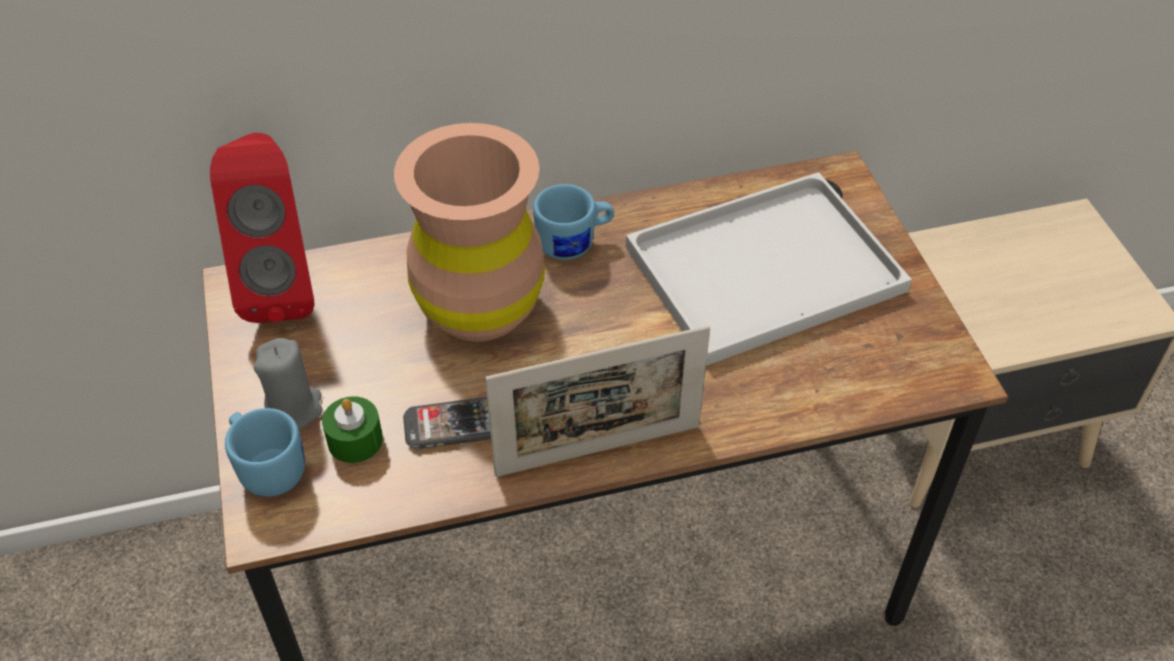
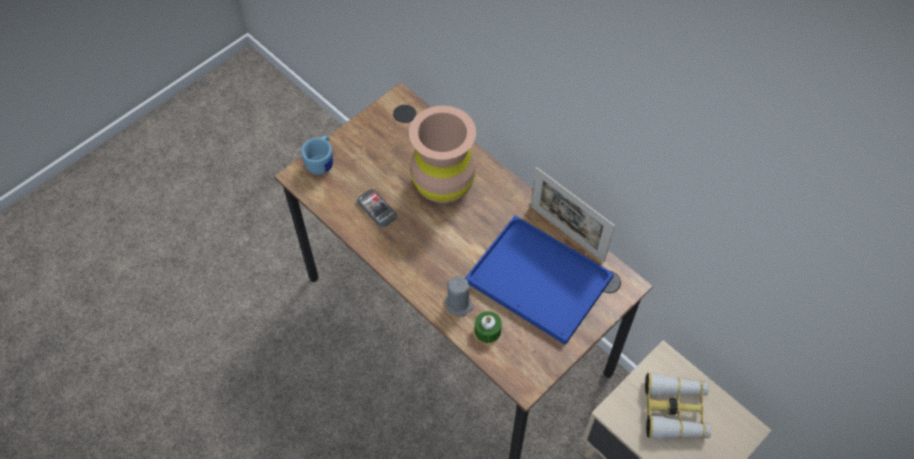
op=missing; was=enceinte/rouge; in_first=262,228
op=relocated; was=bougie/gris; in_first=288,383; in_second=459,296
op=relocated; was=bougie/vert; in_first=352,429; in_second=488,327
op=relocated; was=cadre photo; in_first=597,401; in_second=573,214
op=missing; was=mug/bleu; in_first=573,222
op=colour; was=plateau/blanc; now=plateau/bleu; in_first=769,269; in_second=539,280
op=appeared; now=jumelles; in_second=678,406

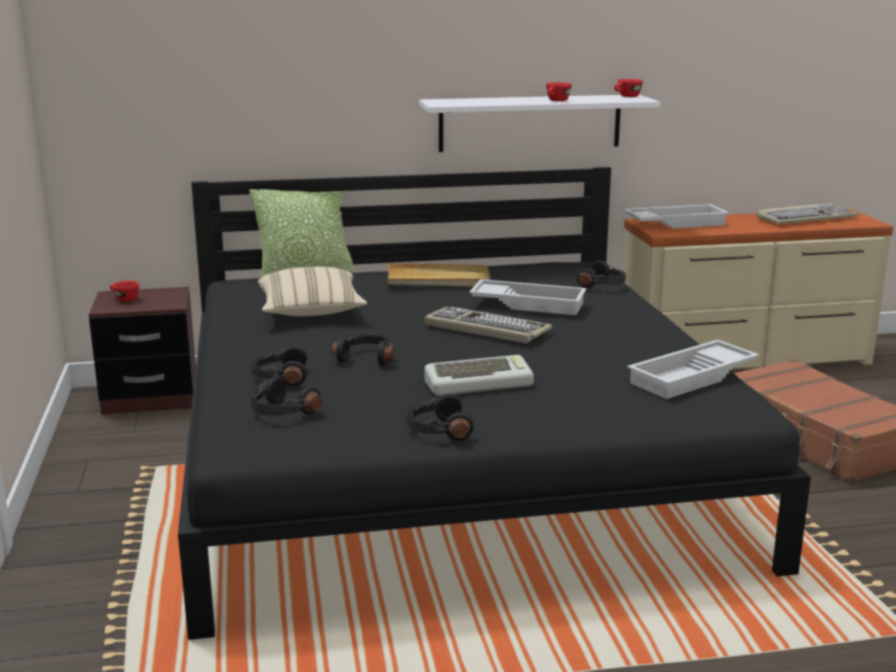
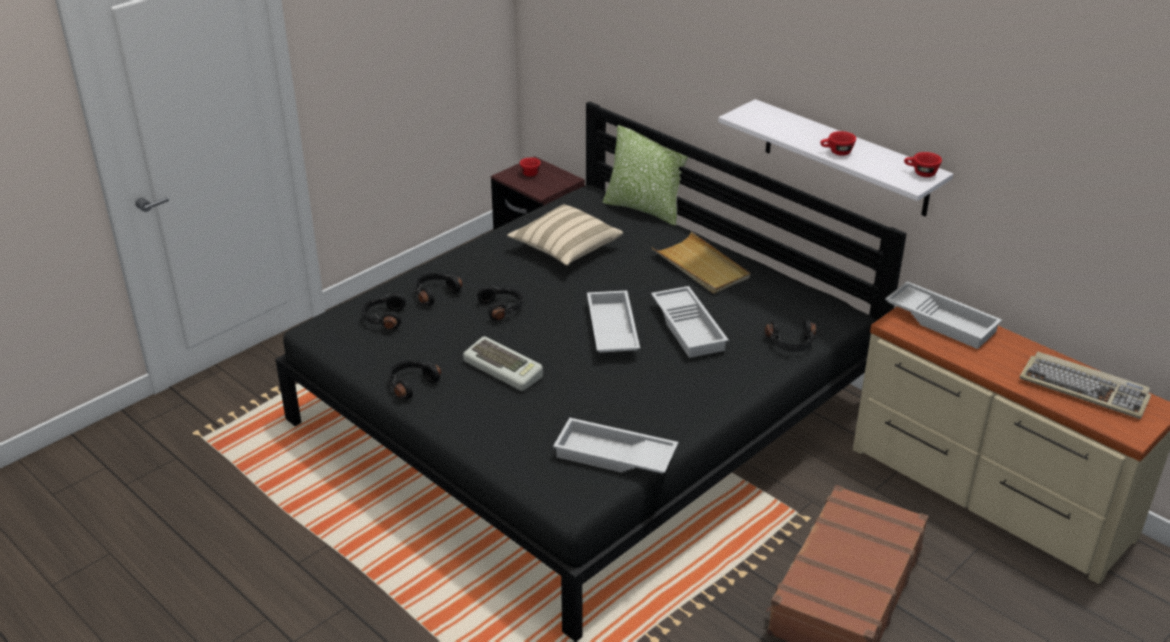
op=exchanged; was=clavier; now=plateau/blanc; in_first=488,325; in_second=613,321

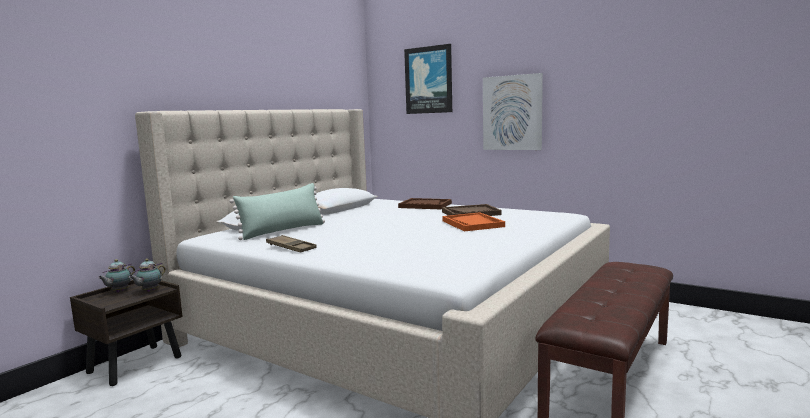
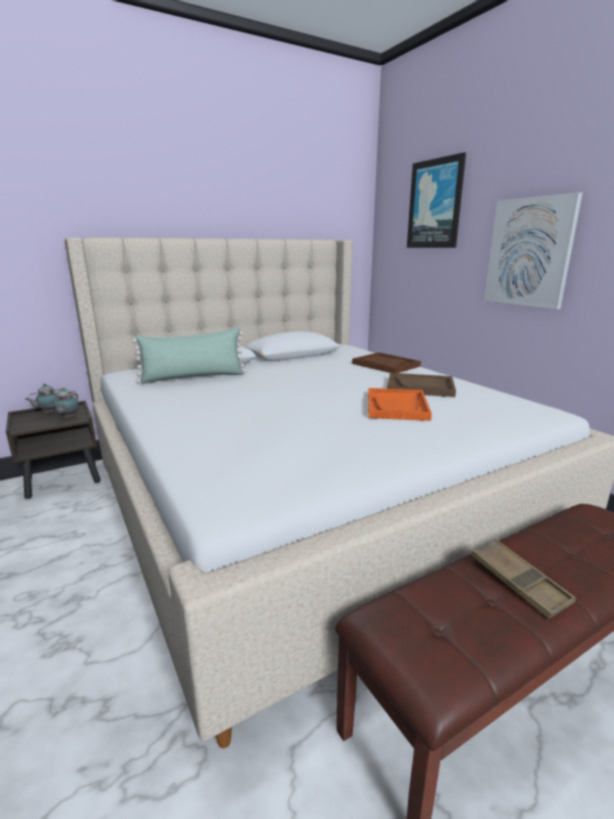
op=spun; was=théière; in_first=147,275; in_second=65,403; clockwise=-45
op=relocated; was=plateau/marron; in_first=291,243; in_second=523,579

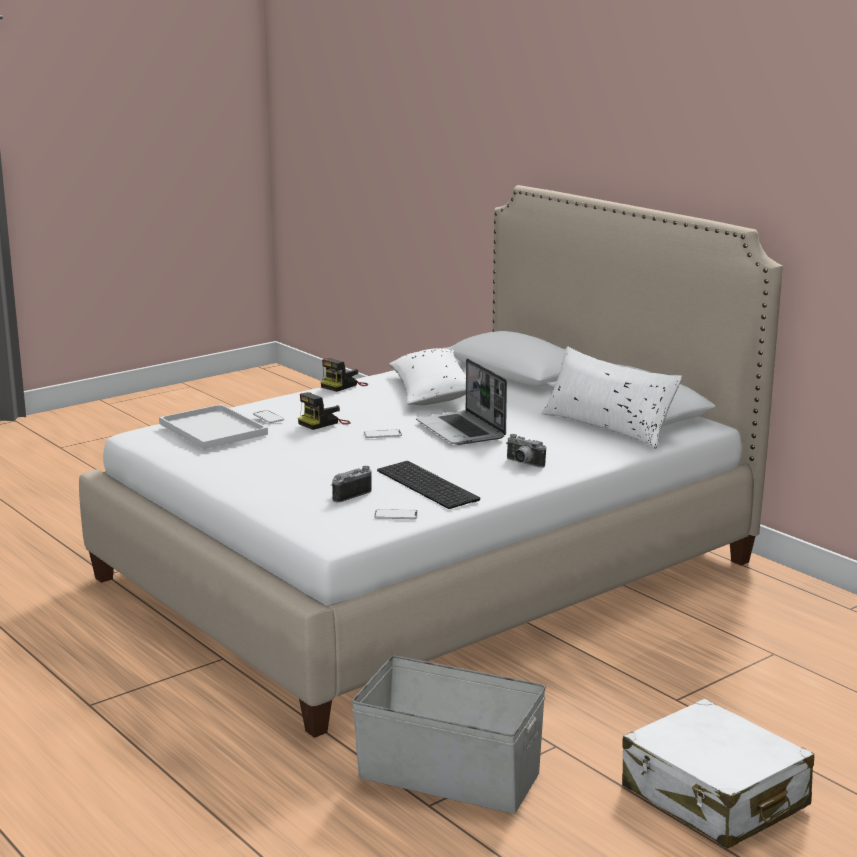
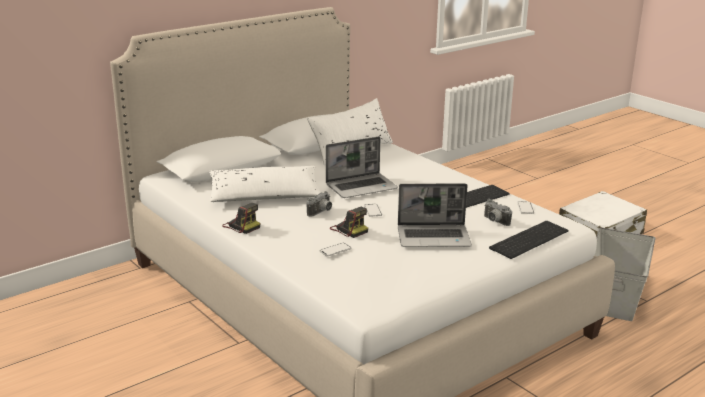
op=missing; was=plateau/blanc; in_first=213,426
op=relocated; was=appareil photo; in_first=526,450; in_second=319,204
op=appeared; now=ordinateur portable; in_second=435,215
op=appeared; now=clavier; in_second=528,240

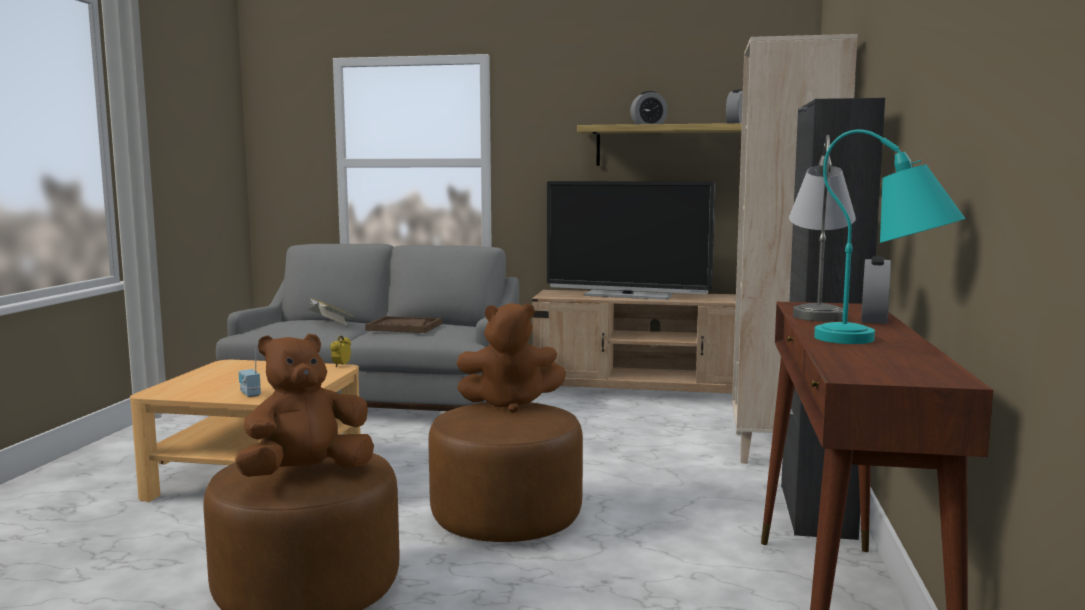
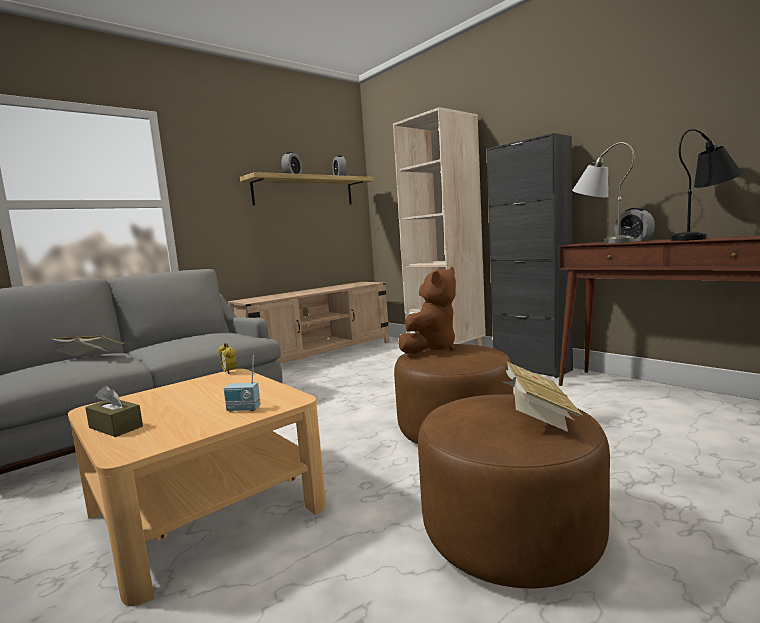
op=exchanged; was=peluche/marron; now=livre; in_first=304,405; in_second=542,397
op=missing; was=plateau/marron; in_first=403,324
op=missing; was=téléviseur; in_first=630,240
op=colour; was=lampe de table/turquoise; now=lampe de table/noir; in_first=890,236; in_second=706,185
op=appeared; now=boîte à mouchoirs/marron; in_second=114,411

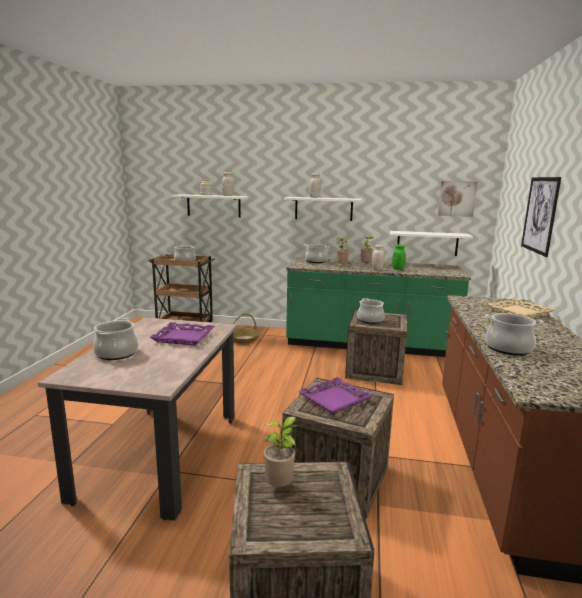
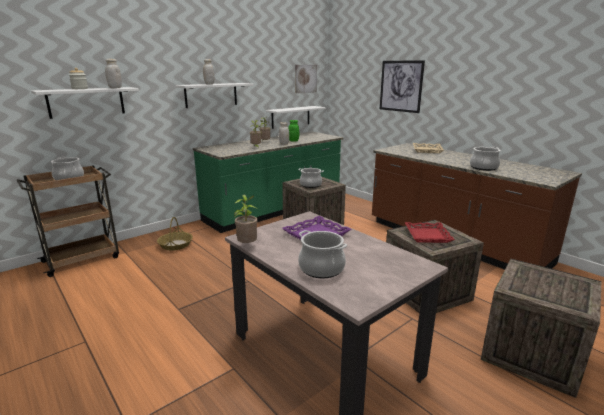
op=relocated; was=plante en pot; in_first=280,451; in_second=246,219
op=colour; was=plateau/violet; now=plateau/rouge; in_first=335,395; in_second=430,232
op=missing; was=marmite; in_first=316,254

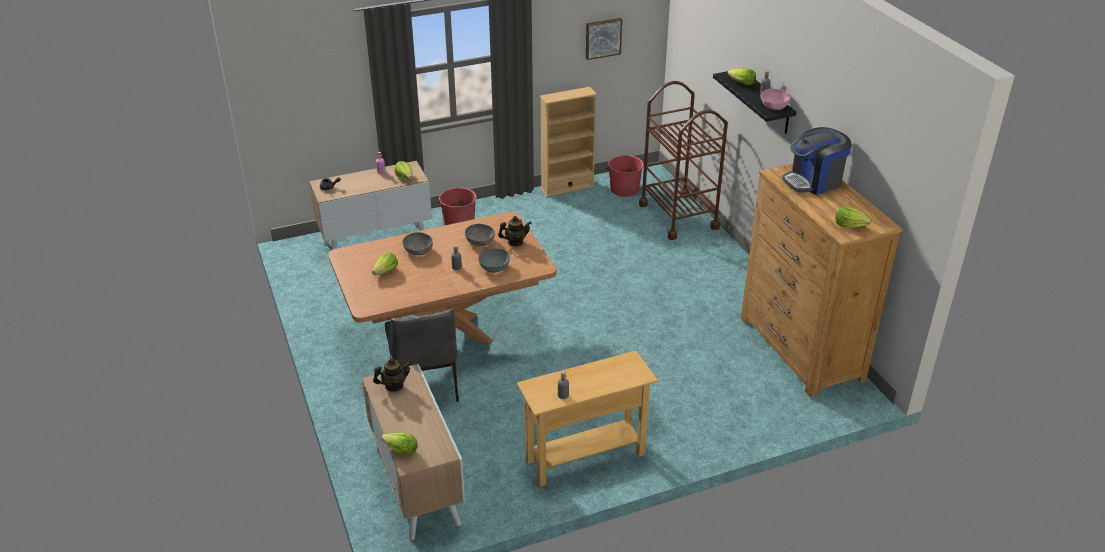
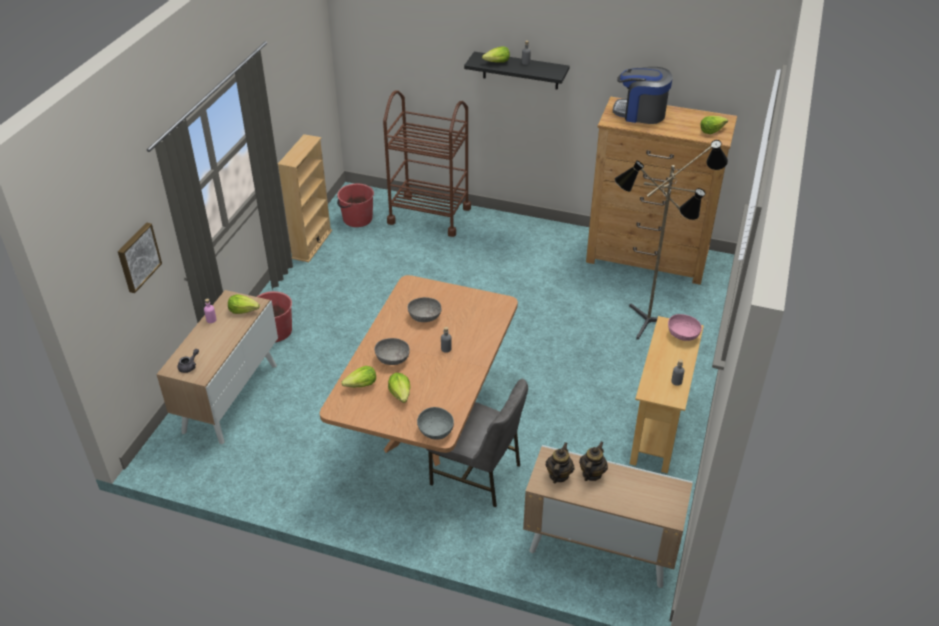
op=relocated; was=laitue; in_first=399,444; in_second=358,377
op=relocated; was=bol/gris; in_first=494,260; in_second=435,423
op=relocated; was=théière; in_first=515,231; in_second=593,461
op=relocated; was=tableau; in_first=604,39; in_second=140,258
op=relocated; was=bol/rose; in_first=776,99; in_second=685,327
op=spun; was=machine à café; in_first=817,161; in_second=643,95; clockwise=90
op=appeared; now=lampadaire; in_second=671,240

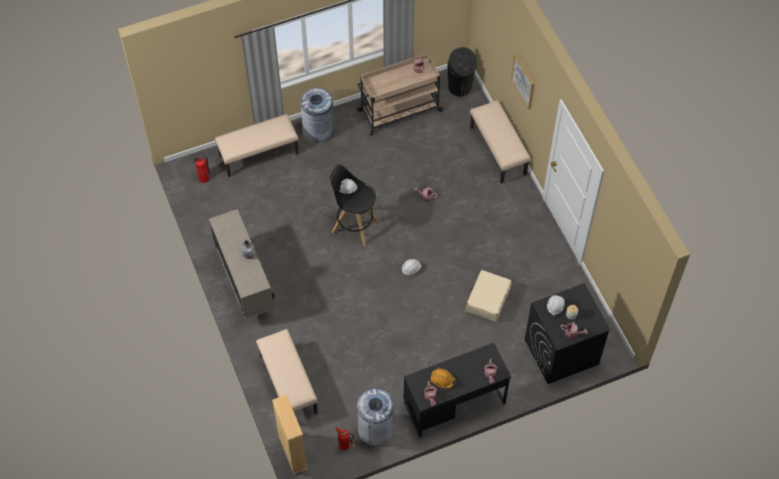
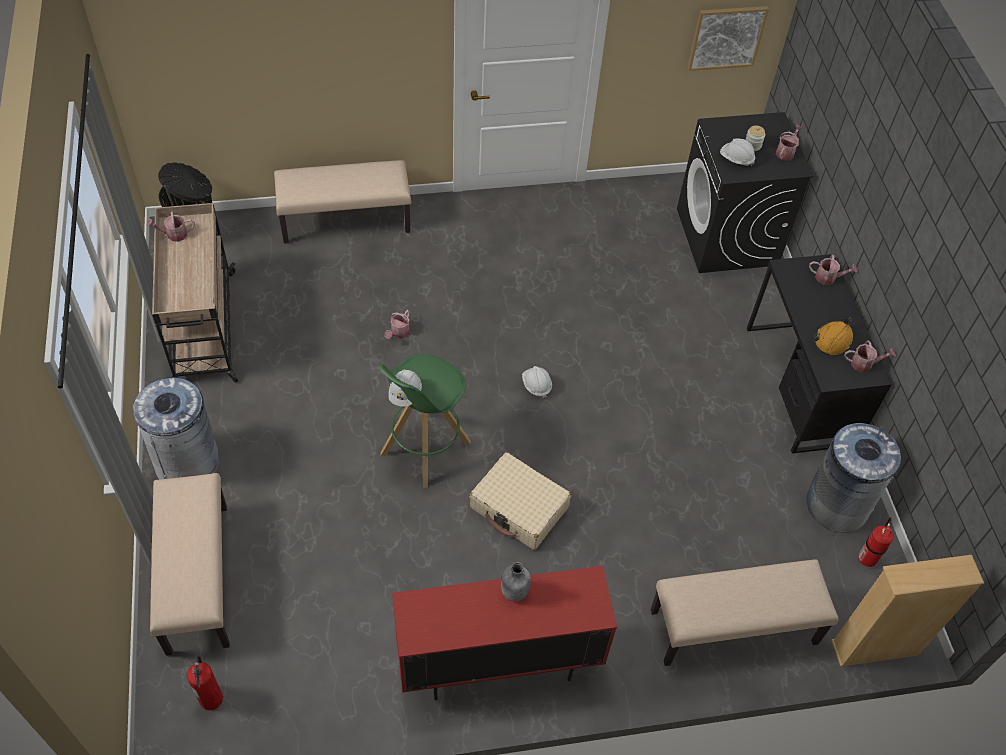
op=colour; was=meuble de rangement/beige; now=meuble de rangement/rouge; in_first=242,264; in_second=504,633
op=colour; was=tabouret/noir; now=tabouret/vert; in_first=354,205; in_second=425,421
op=relocated; was=valise/beige; in_first=489,296; in_second=520,501
op=relocated; was=tableau; in_first=523,81; in_second=728,38

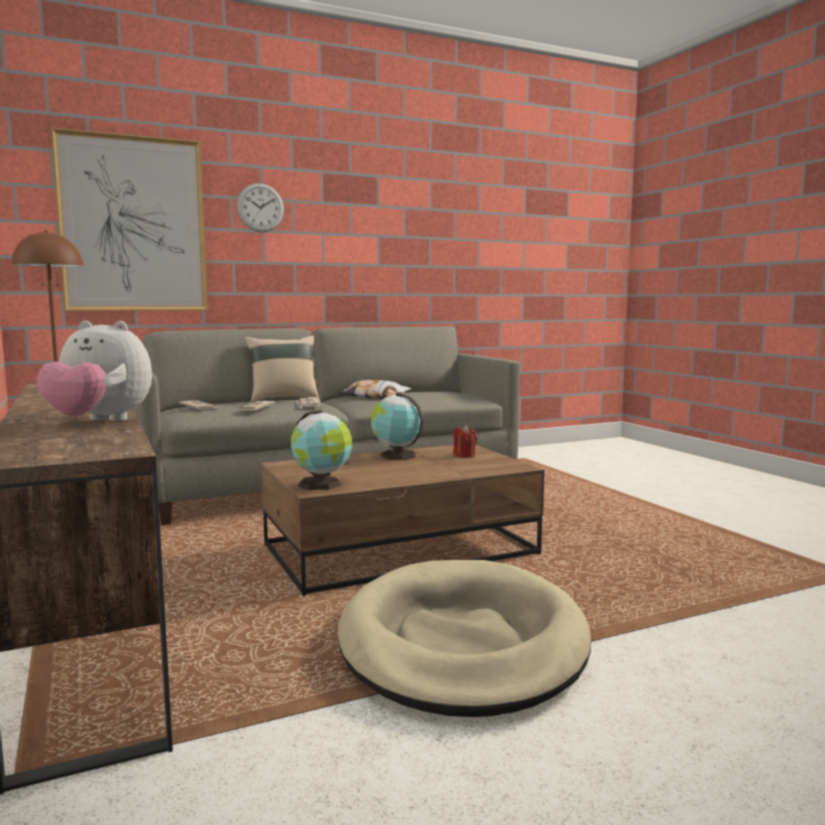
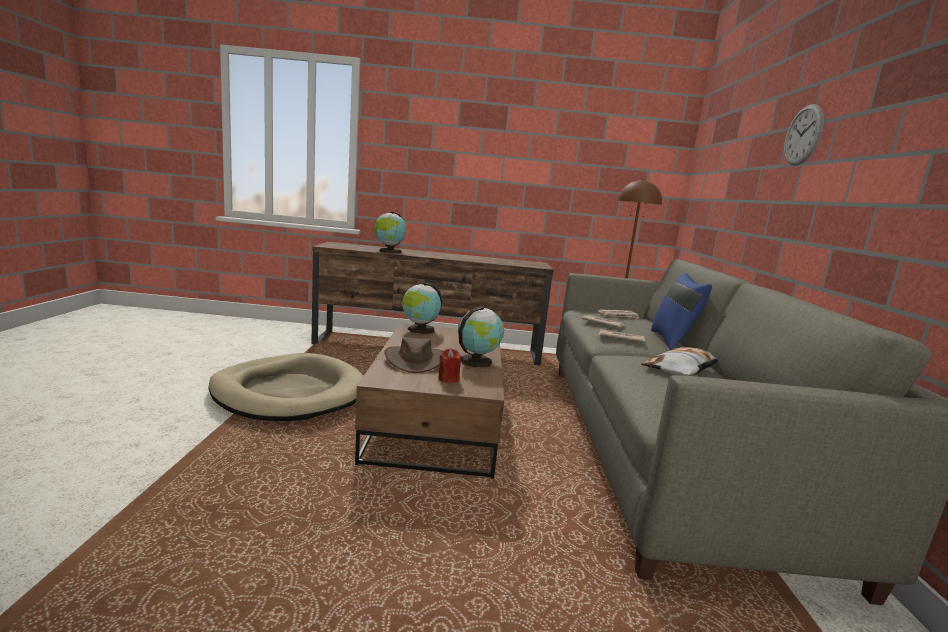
op=exchanged; was=peluche; now=globe; in_first=94,371; in_second=390,232
op=missing; was=tableau; in_first=129,219
op=colour; was=coussin/beige; now=coussin/bleu; in_first=282,369; in_second=681,311
op=appeared; now=chapeau/marron; in_second=414,355

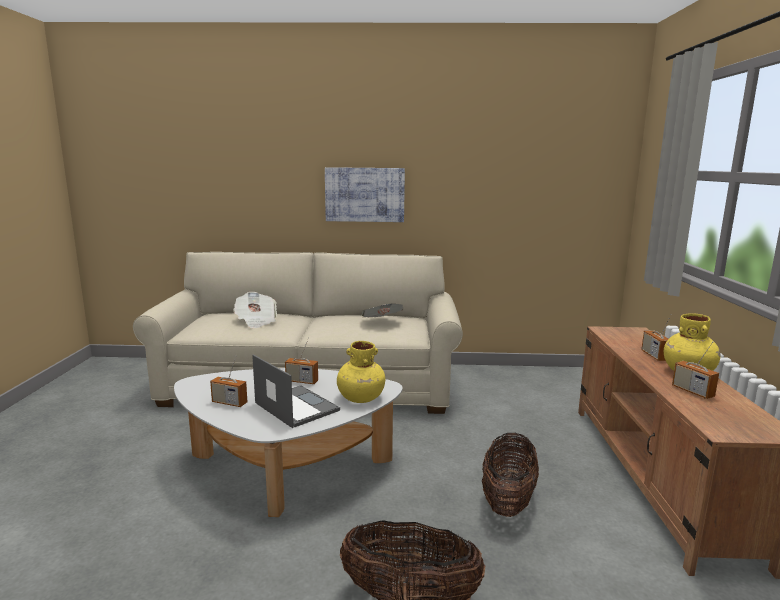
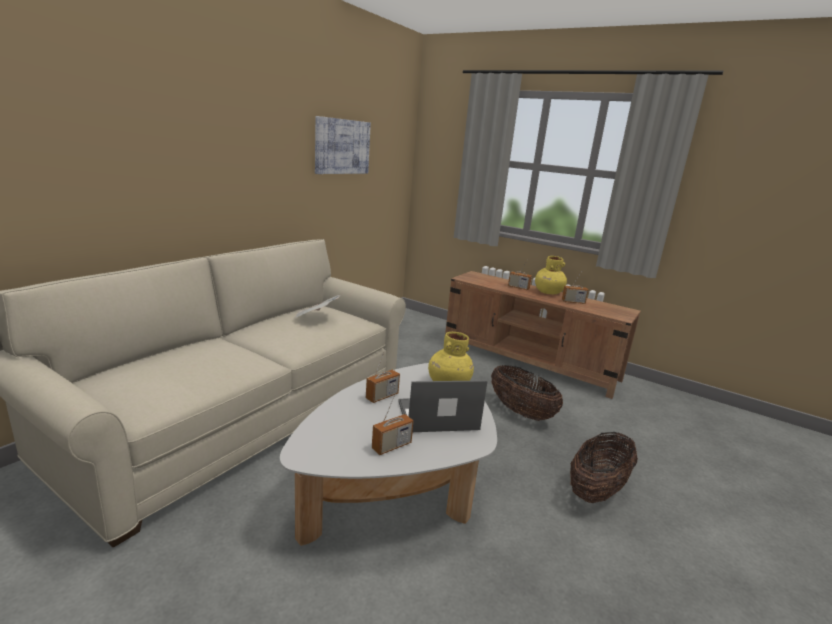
op=missing; was=journal; in_first=255,310
op=relocated; was=tableau; in_first=365,194; in_second=343,145

